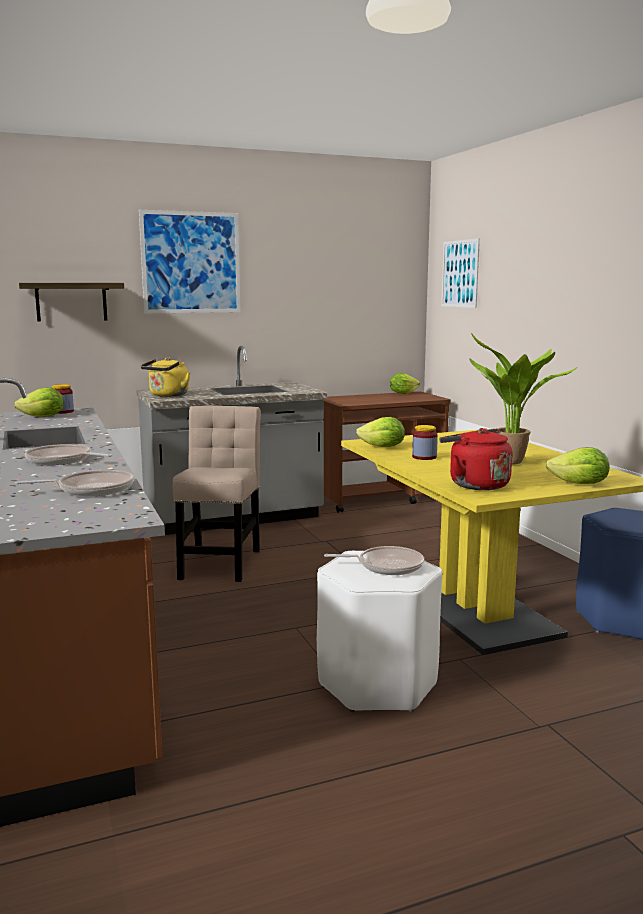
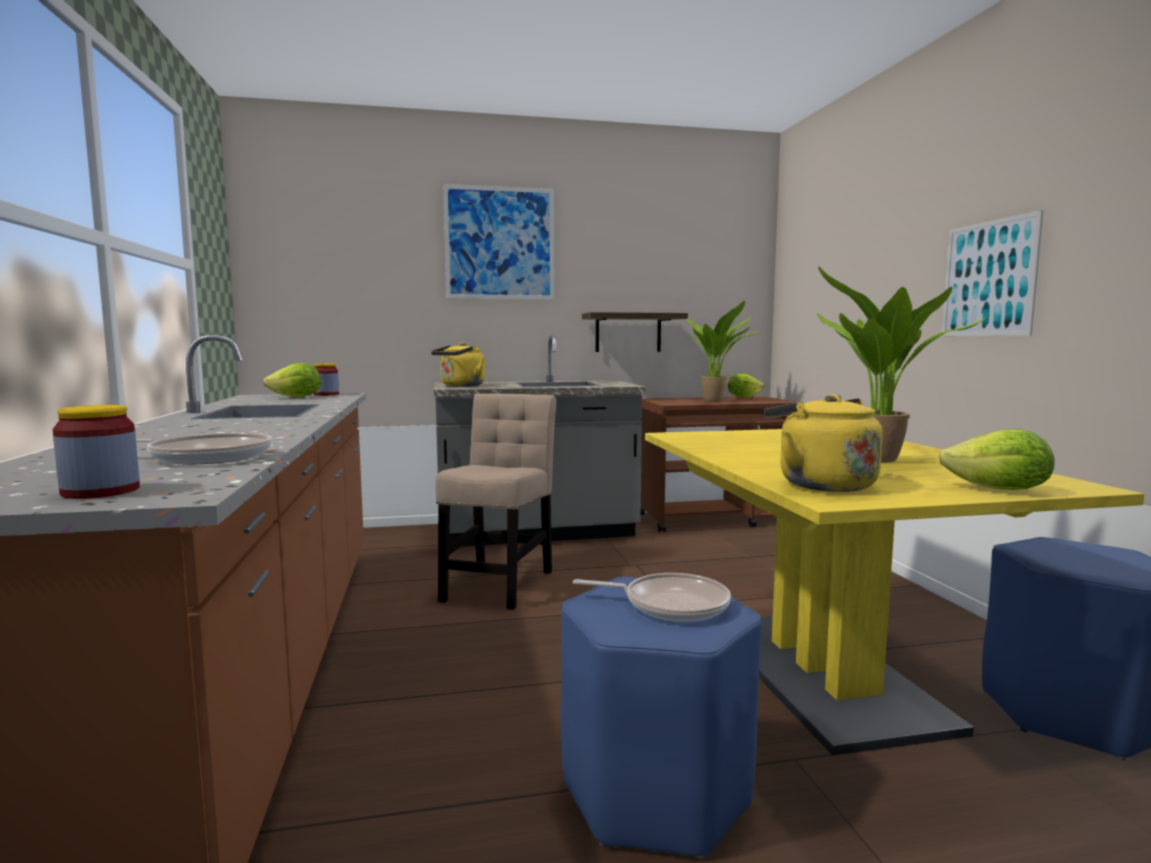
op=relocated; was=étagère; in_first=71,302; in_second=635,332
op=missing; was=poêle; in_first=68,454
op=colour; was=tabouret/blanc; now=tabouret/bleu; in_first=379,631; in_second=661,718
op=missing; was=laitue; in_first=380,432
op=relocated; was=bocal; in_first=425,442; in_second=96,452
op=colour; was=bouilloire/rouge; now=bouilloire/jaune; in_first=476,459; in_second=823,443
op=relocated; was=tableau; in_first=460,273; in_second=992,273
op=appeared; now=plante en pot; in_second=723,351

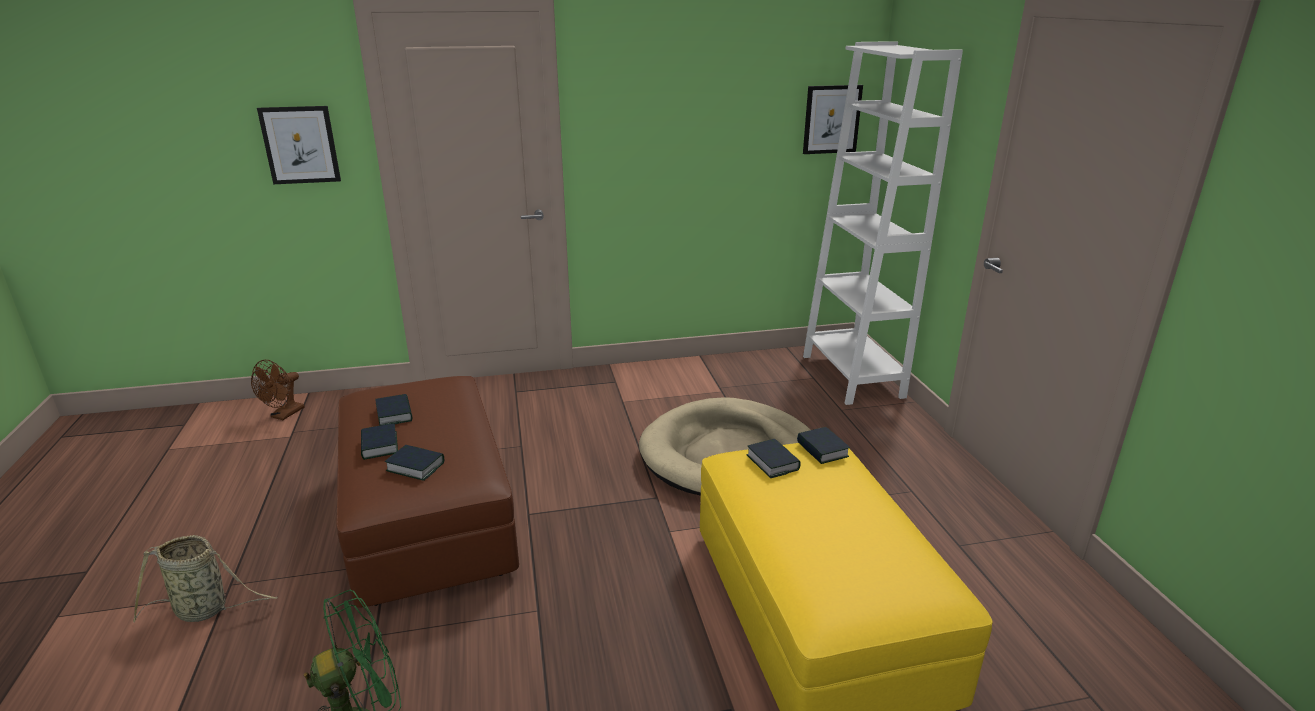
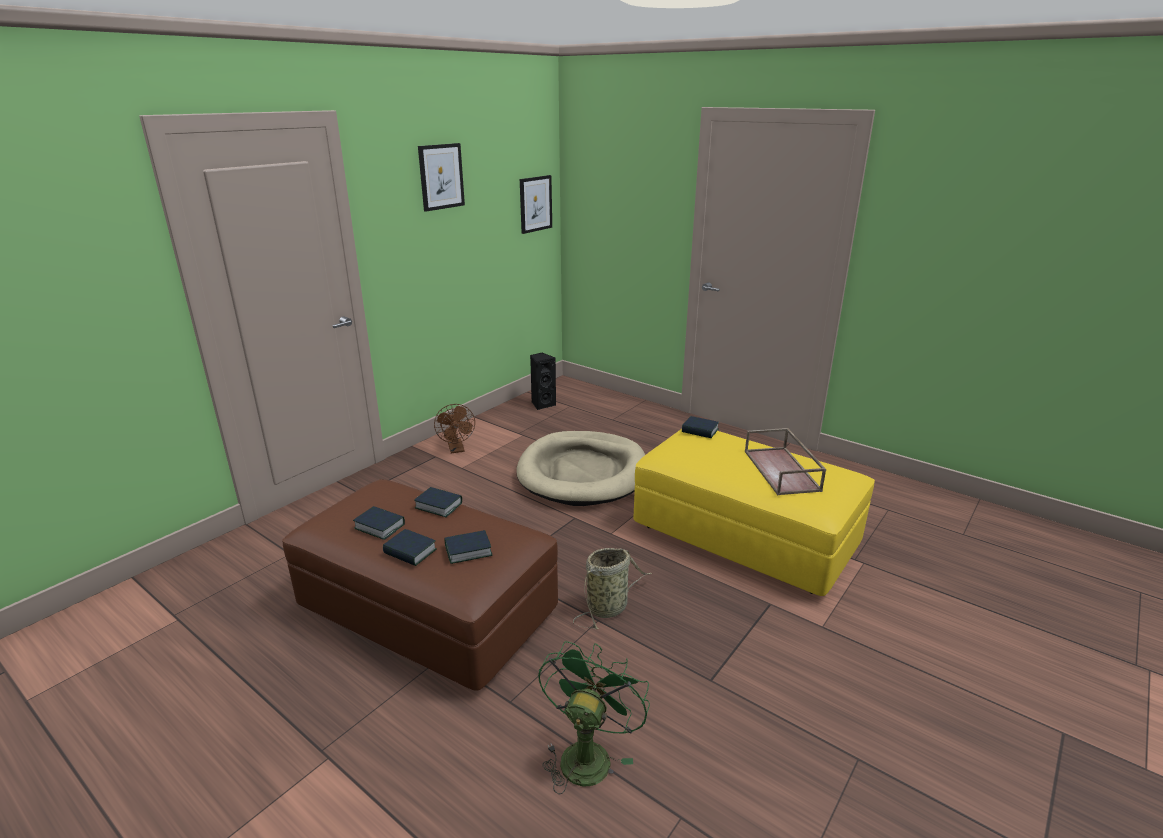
op=relocated; was=panier; in_first=205,579; in_second=612,588
op=relocated; was=ventilateur/marron; in_first=277,390; in_second=454,429
op=relocated; was=tableau; in_first=299,145; in_second=441,177
op=relocated; was=livre; in_first=774,458; in_second=438,502
op=missing; was=bibliothèque/blanc; in_first=883,223
op=appeared; now=enceinte/noir; in_second=543,381
op=appeared; now=plateau/marron; in_second=785,461

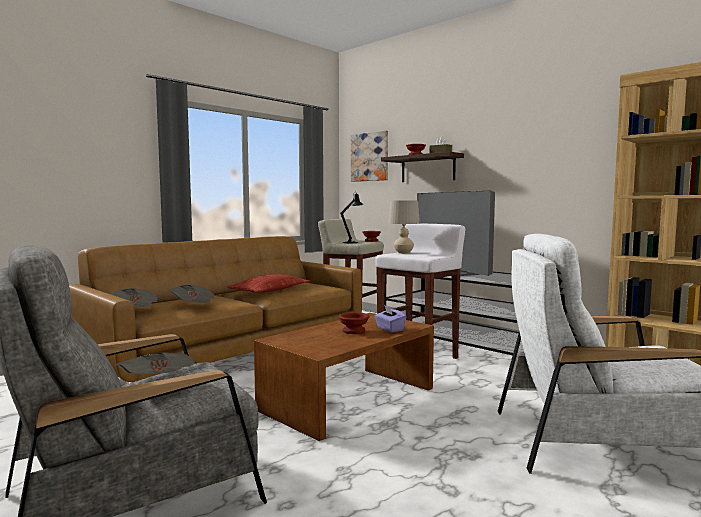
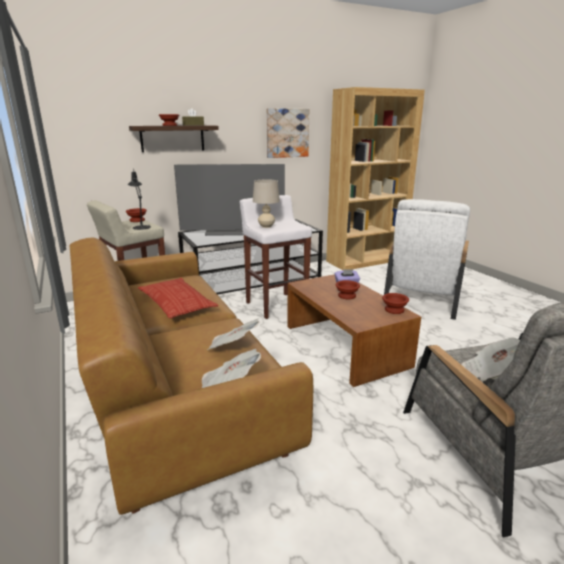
op=relocated; was=tableau; in_first=369,156; in_second=288,133
op=appeared; now=bol/marron; in_second=395,303

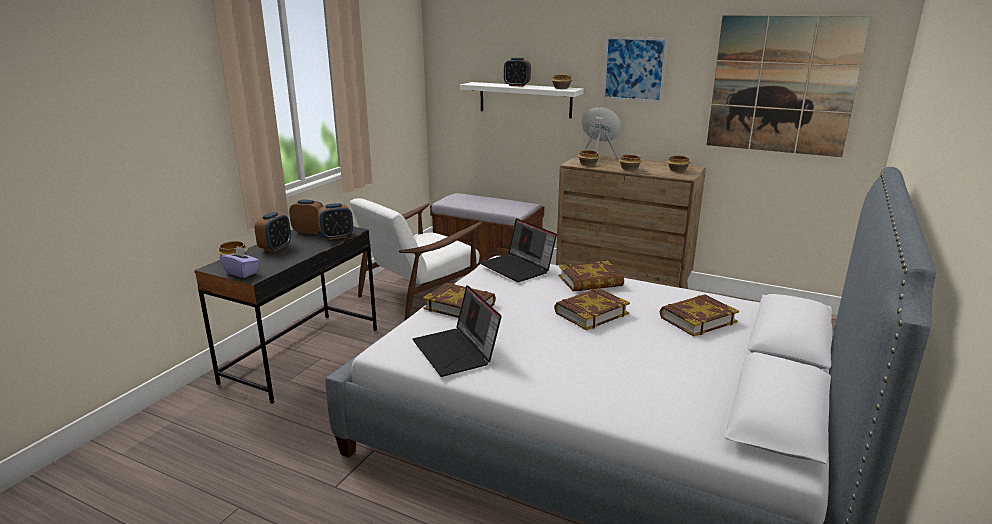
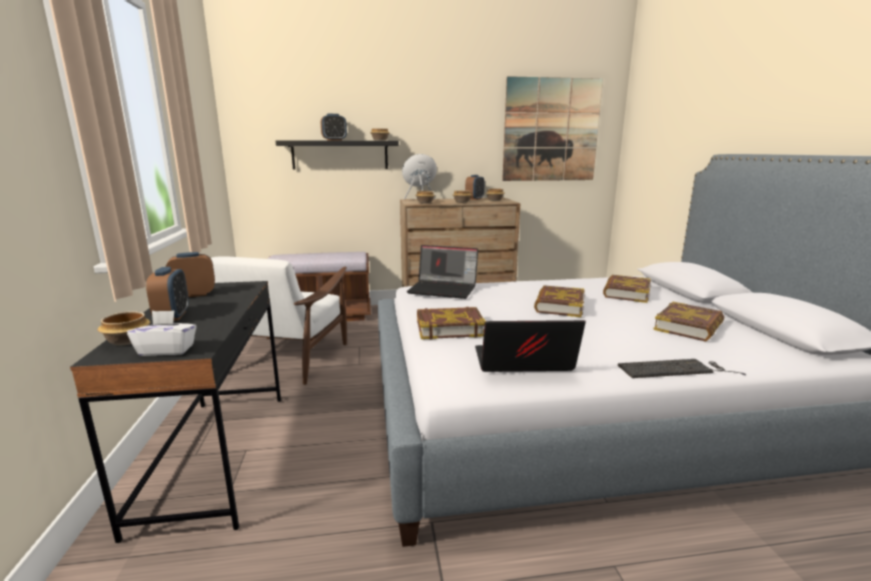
op=colour; was=boîte à mouchoirs/violet; now=boîte à mouchoirs/blanc; in_first=239,262; in_second=162,333
op=relocated; was=réveil; in_first=335,221; in_second=475,187
op=spun; was=ordinateur portable; in_first=457,331; in_second=530,346; clockwise=150
op=colour; was=étagère/blanc; now=étagère/noir; in_first=522,100; in_second=337,155
op=relocated; was=livre; in_first=591,276; in_second=688,322
op=missing; was=tableau; in_first=635,69
op=appeared; now=clavier; in_second=682,368

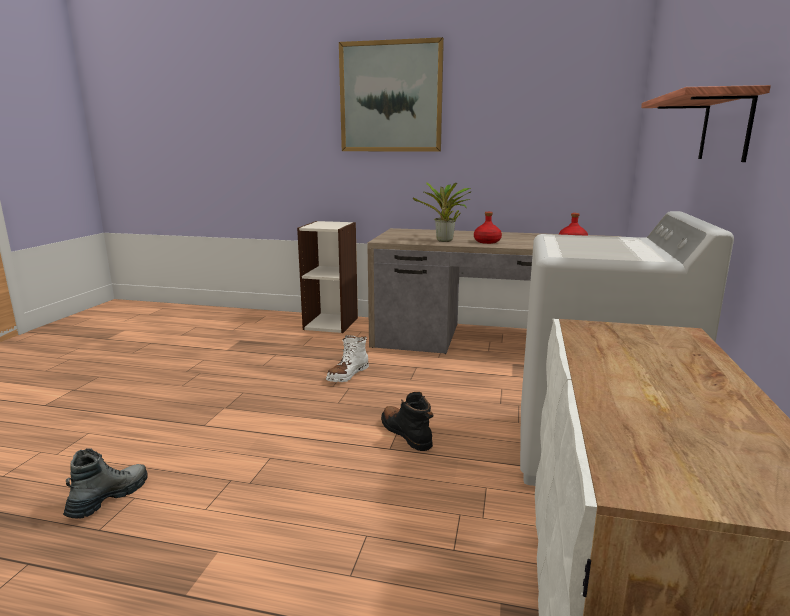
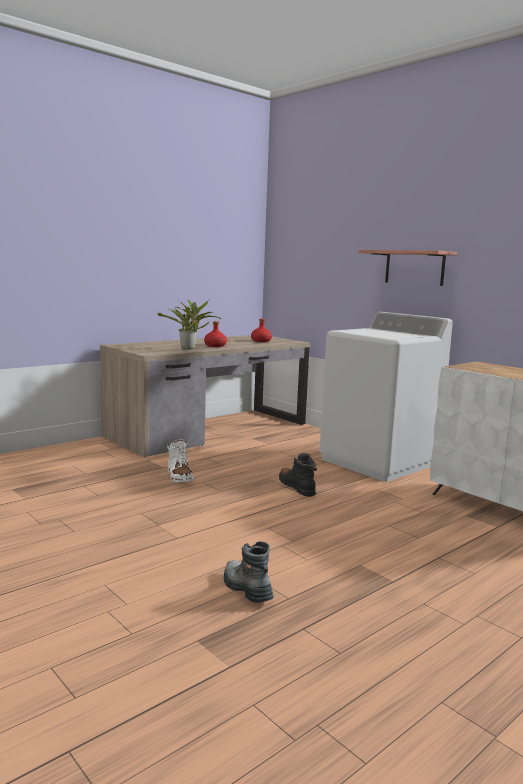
op=missing; was=bibliothèque; in_first=327,277
op=missing; was=tableau; in_first=391,94
op=spun; was=botte/noir; in_first=407,421; in_second=298,475; clockwise=60

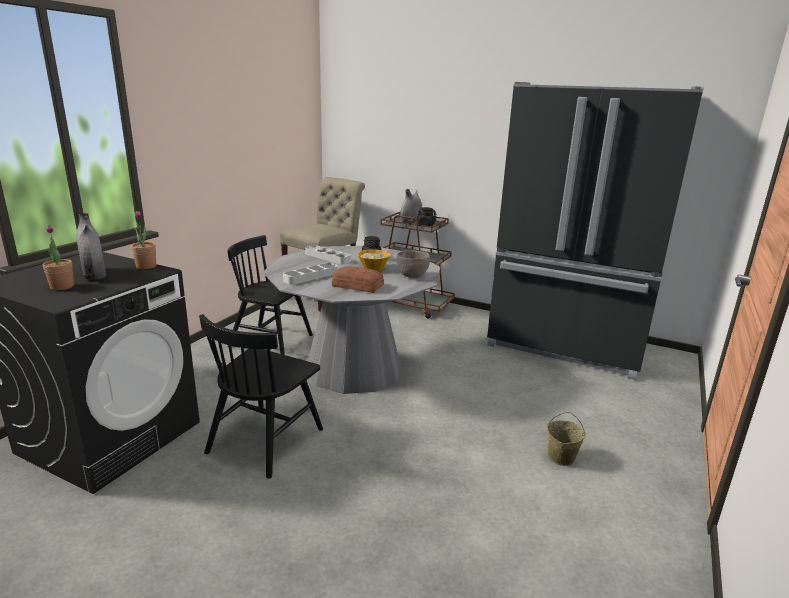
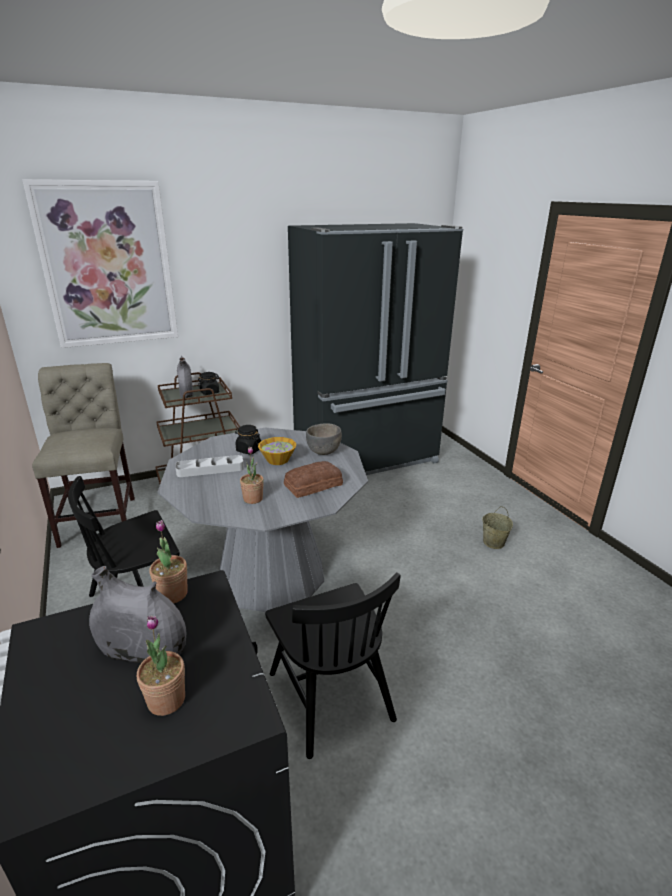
op=exchanged; was=plateau/gris; now=plante en pot; in_first=310,274; in_second=252,475
op=appeared; now=tableau; in_second=100,263

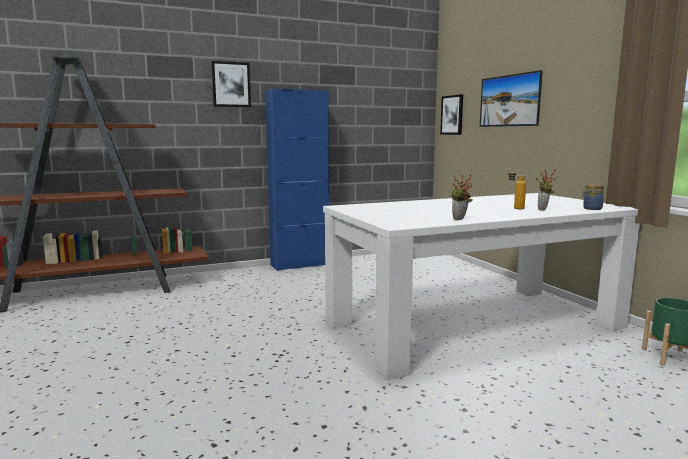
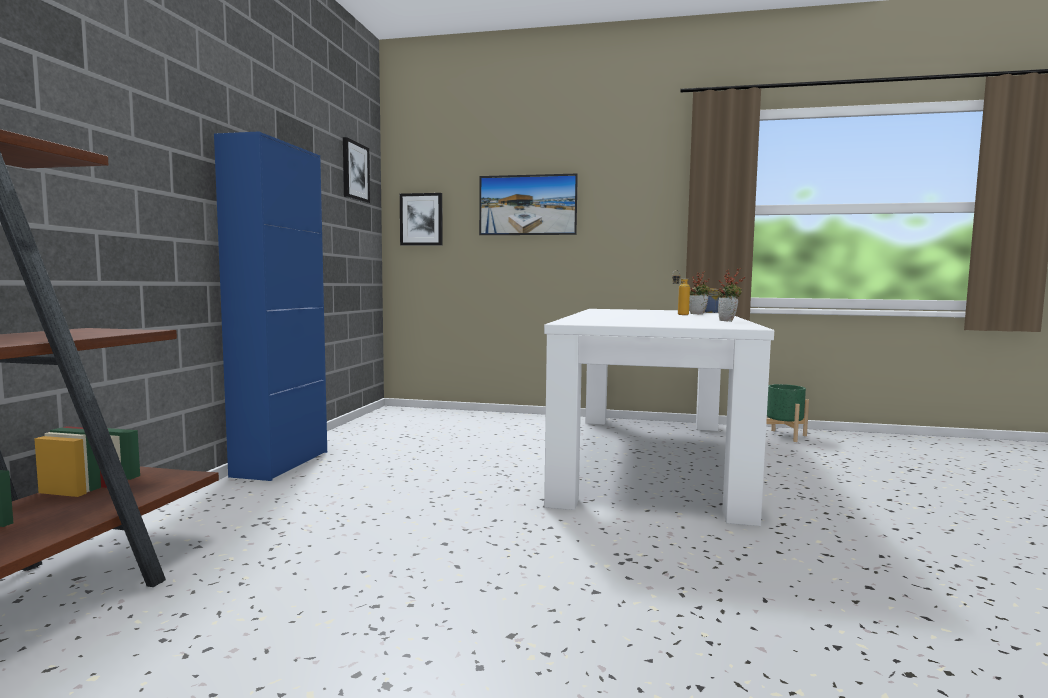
op=relocated; was=tableau; in_first=231,84; in_second=356,170

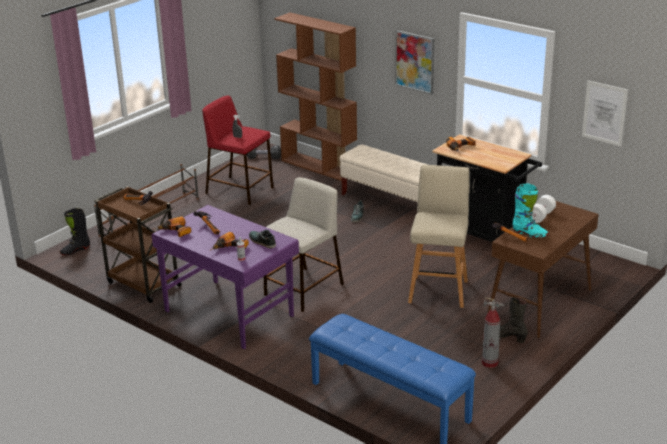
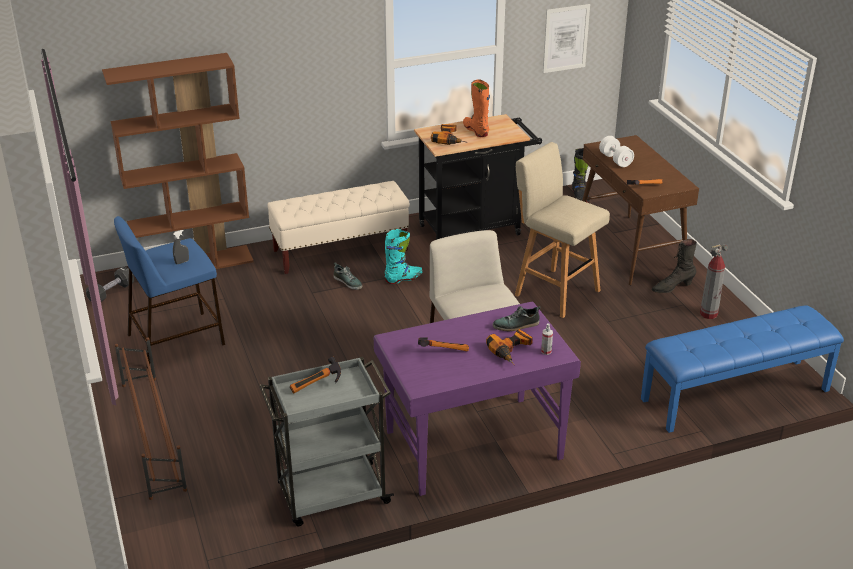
op=relocated; was=botte/noir; in_first=74,231; in_second=581,175
op=colour; was=chariot/marron; now=chariot/gris; in_first=138,244; in_second=327,441
op=missing; was=perceuse; in_first=171,226
op=colour; was=tabouret/rouge; now=tabouret/bleu; in_first=238,150; in_second=169,292
op=missing; was=tableau; in_first=414,62
op=relocated; was=botte/turquoise; in_first=530,210; in_second=404,256
op=appeared; now=botte/orange; in_second=476,108

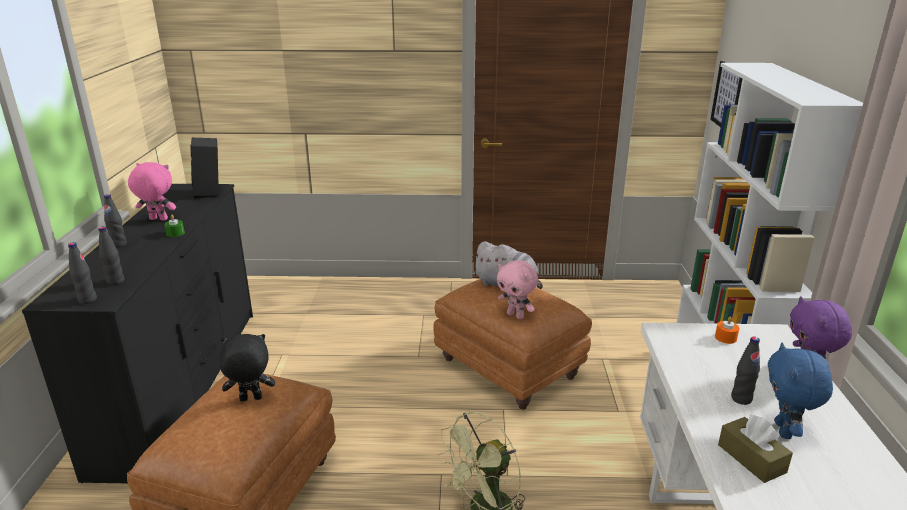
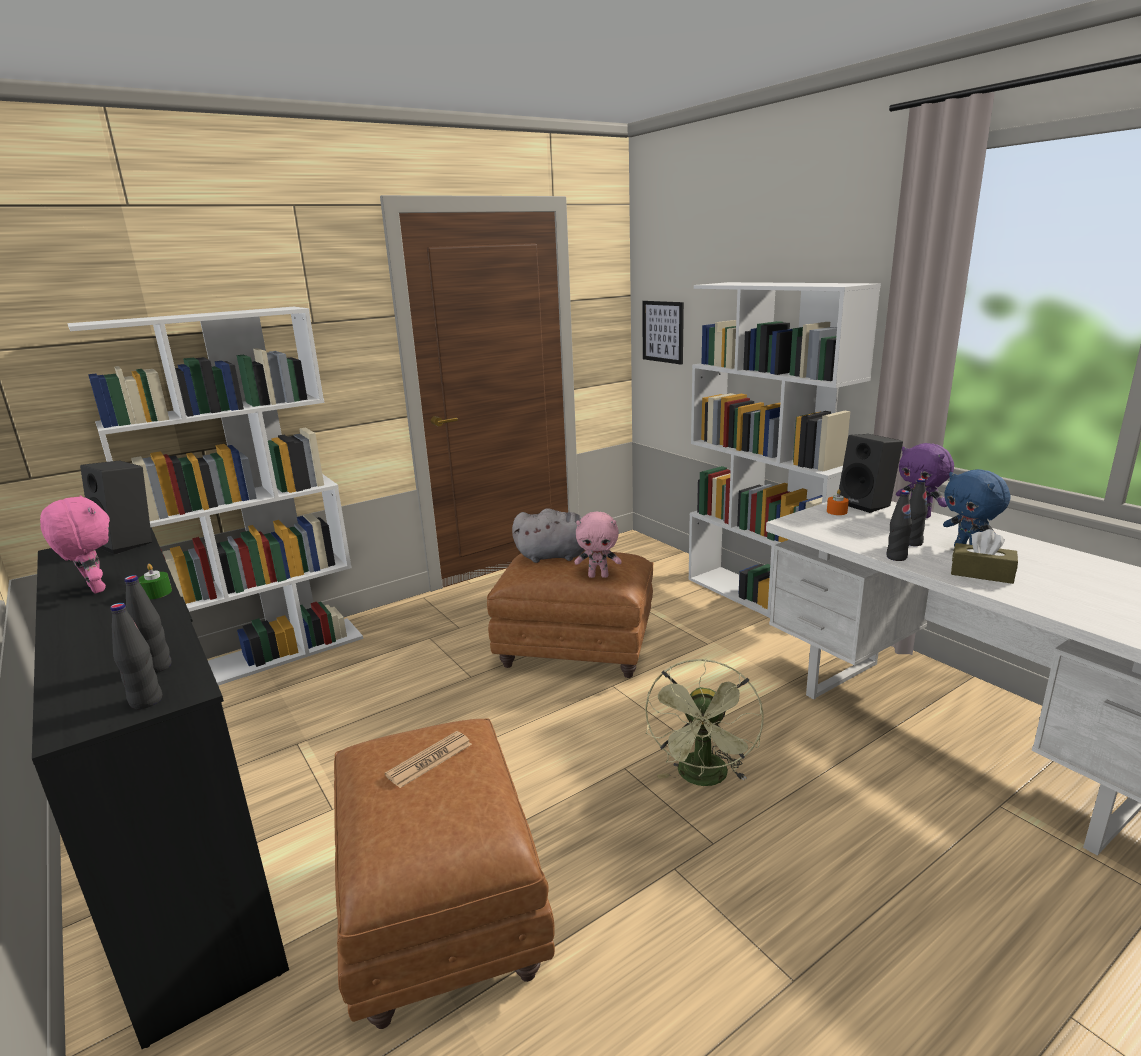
op=relocated; was=bouteille/noir; in_first=115,221; in_second=899,525
op=spun; was=peluche/rose; in_first=152,191; in_second=75,544; clockwise=75
op=exchanged; was=peluche/noir; now=journal; in_first=247,367; in_second=428,759
op=appeared; now=bibliothèque/blanc; in_second=215,496
op=appeared; now=enceinte/noir; in_second=871,473

